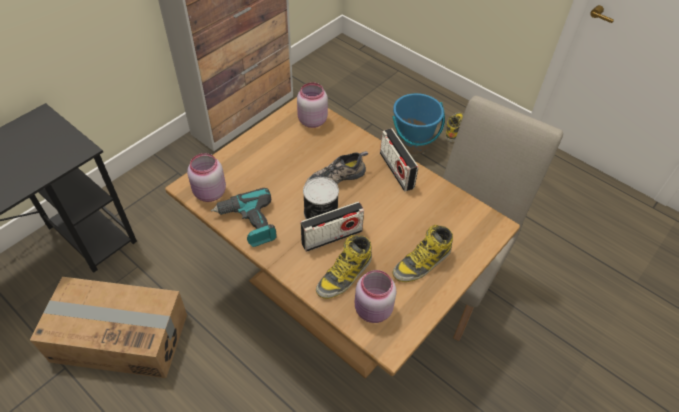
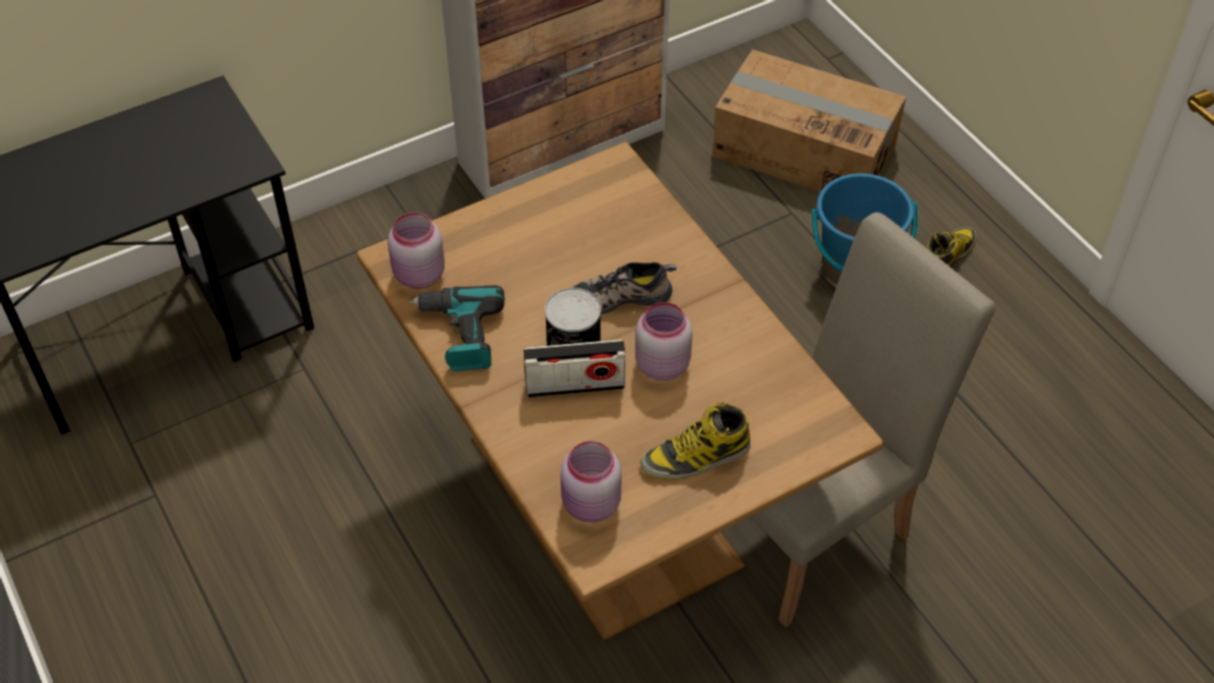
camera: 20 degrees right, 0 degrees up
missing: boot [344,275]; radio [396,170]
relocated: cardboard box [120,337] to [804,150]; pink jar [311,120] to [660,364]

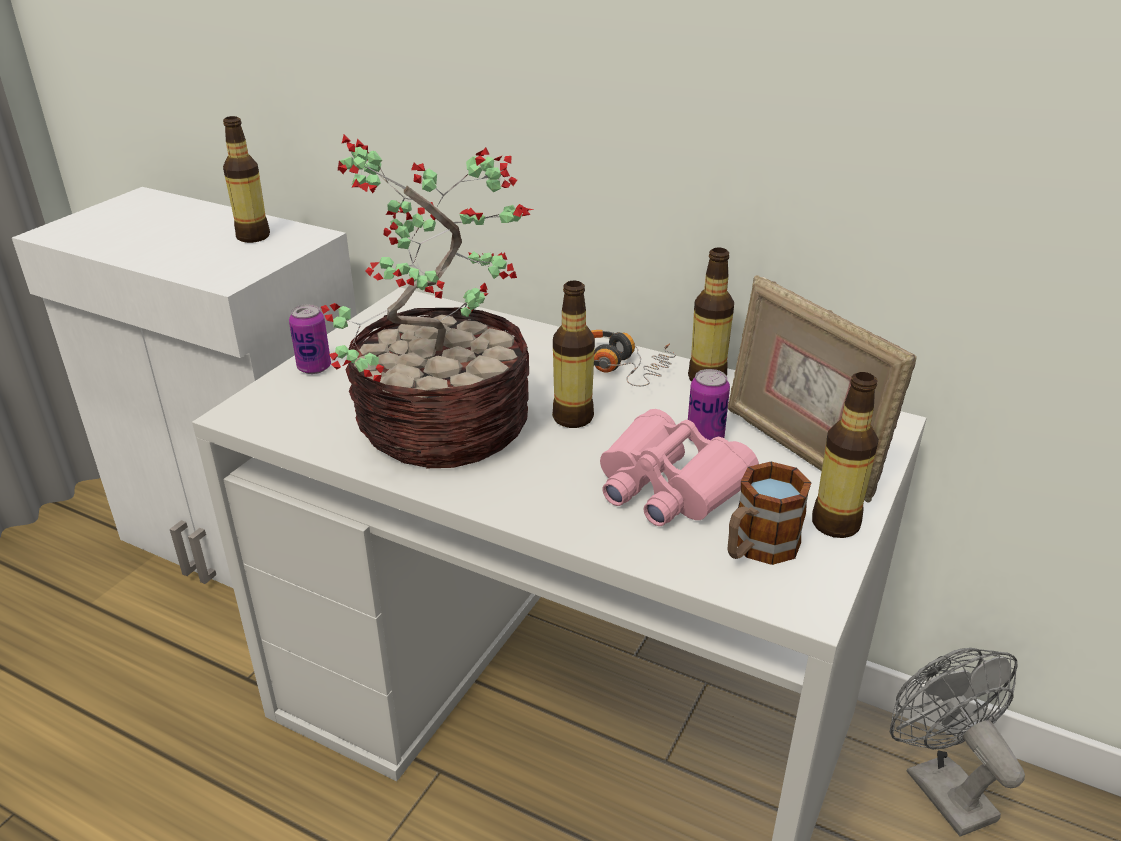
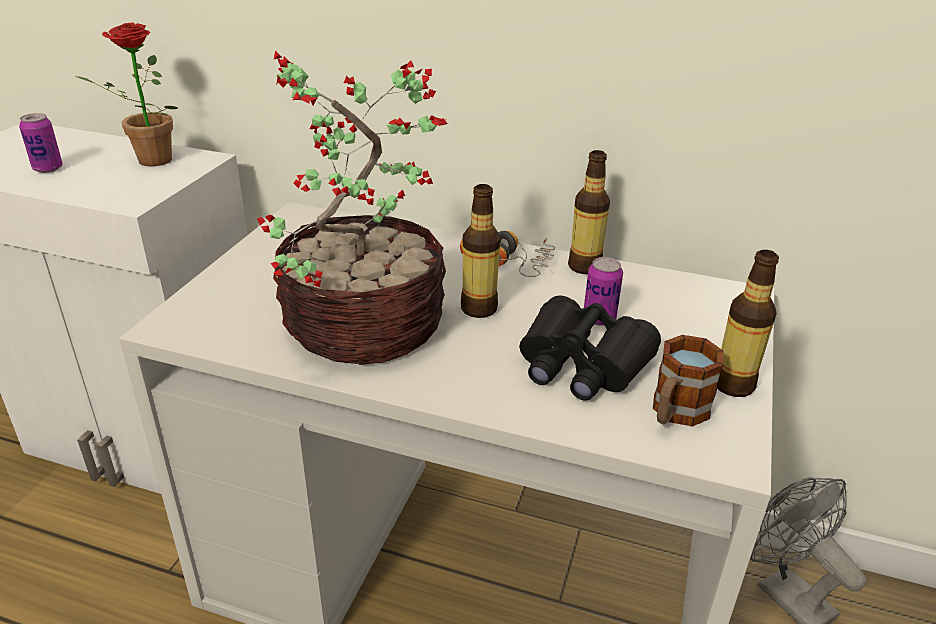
camera: 10 degrees left, 0 degrees up
missing: picture frame [800,450]
relocated: can [314,367] to [48,168]
exchanged: bottle [253,236] to potted plant [148,162]
colour: pink binoculars [668,486] to black binoculars [581,364]

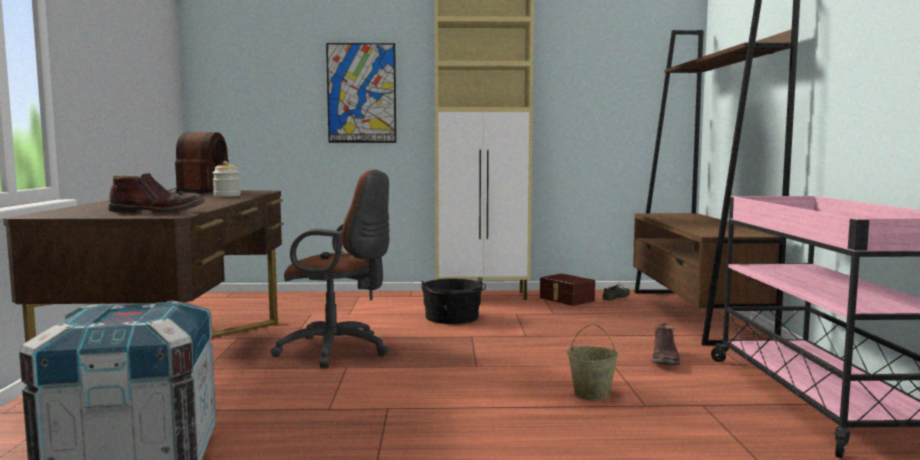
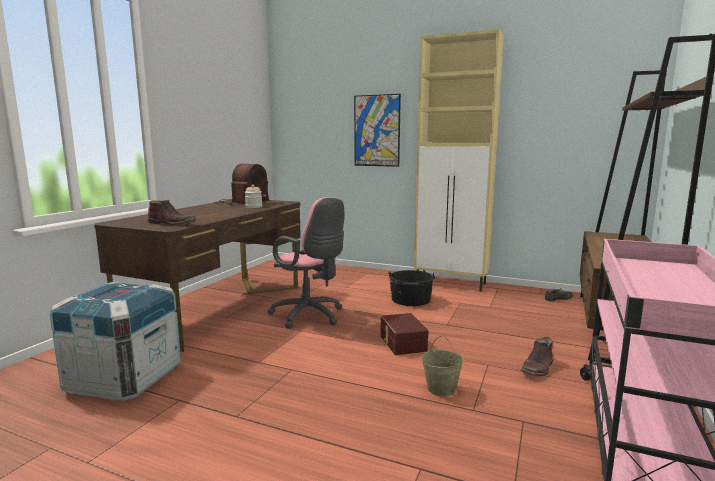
camera: 25 degrees right, 5 degrees up
relocated: brown storage box [566,299] to [402,343]
colour: brown office chair [338,351] to pink office chair [310,316]

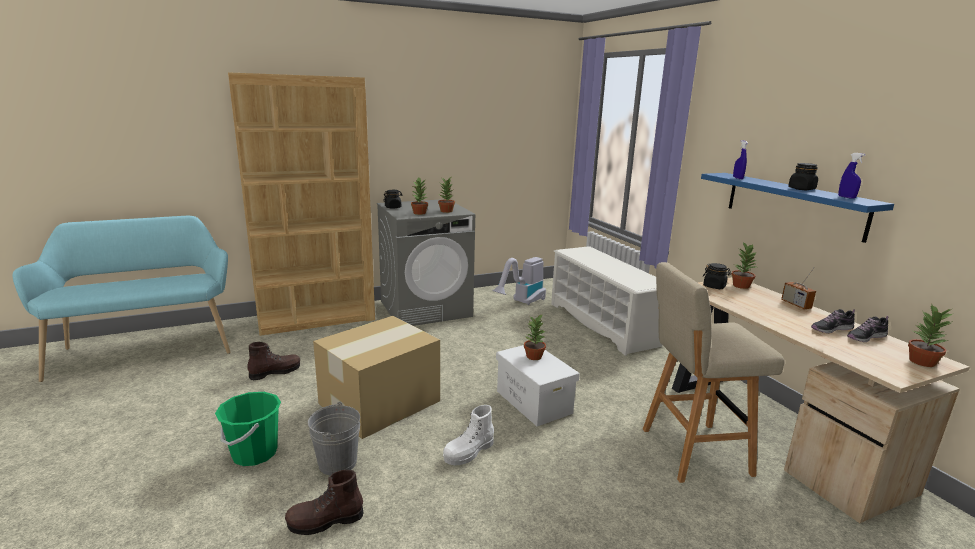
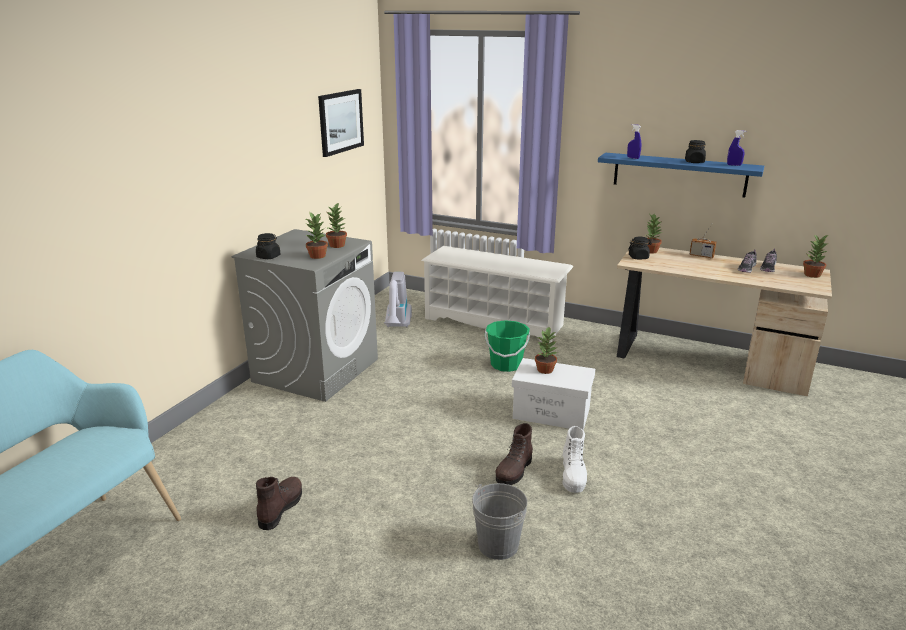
camera: 40 degrees left, 5 degrees up
missing: brown bookcase [316,318]; cardboard box [378,402]; beige stool [691,451]
appeared: picture [340,122]
relocated: green bucket [254,453] to [506,365]; brown boot [325,521] to [514,471]

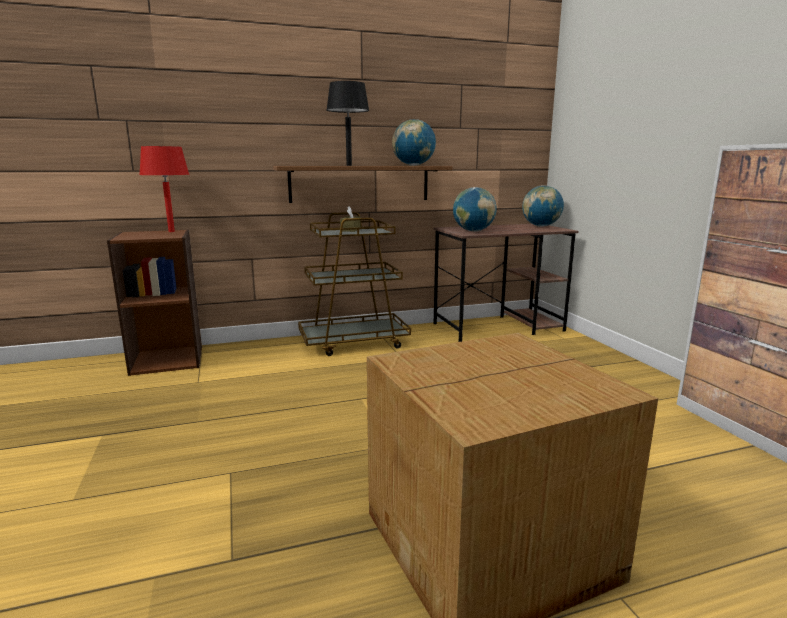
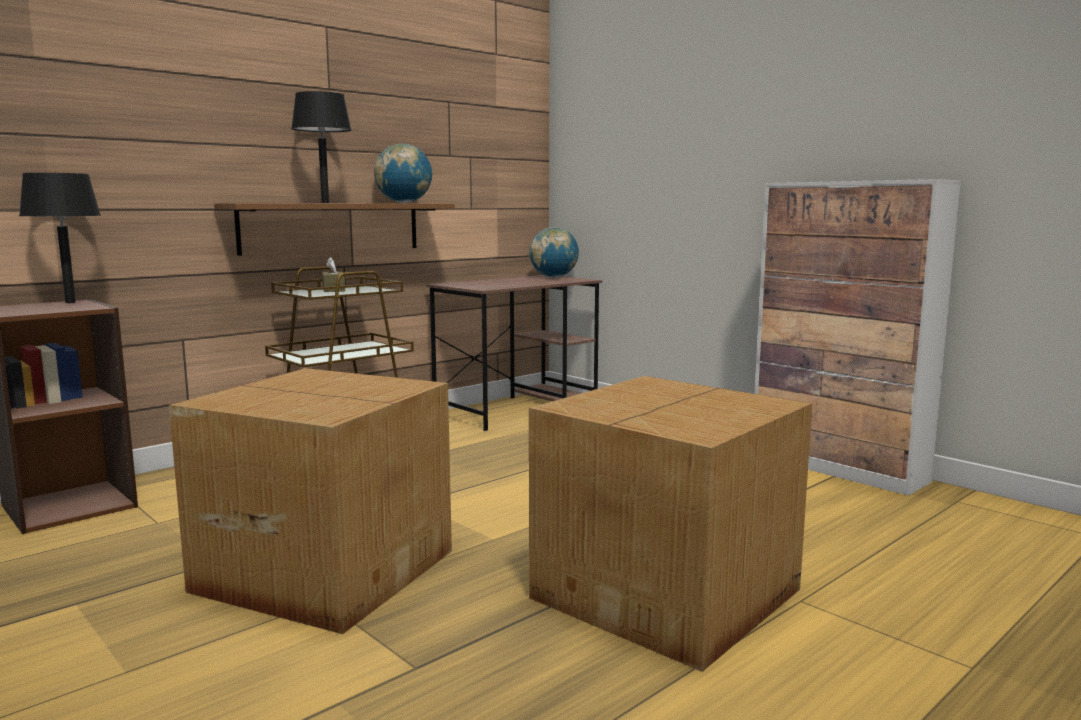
camera: 25 degrees left, 5 degrees down
missing: globe [473,231]
appeared: cardboard box [325,569]
colour: red table lamp [171,231] to black table lamp [70,302]

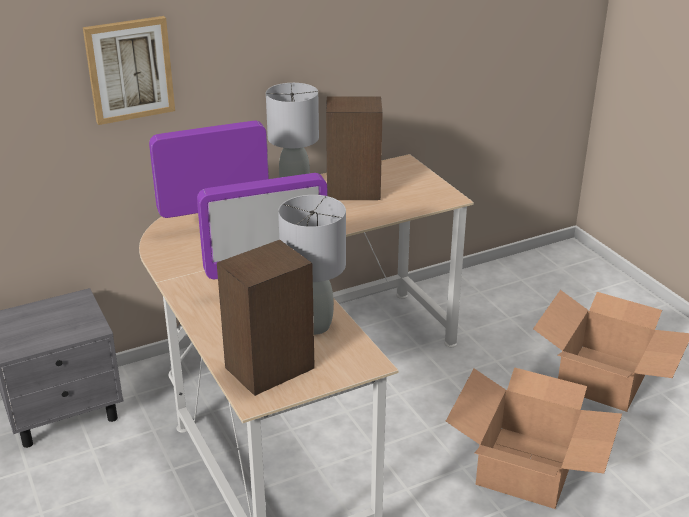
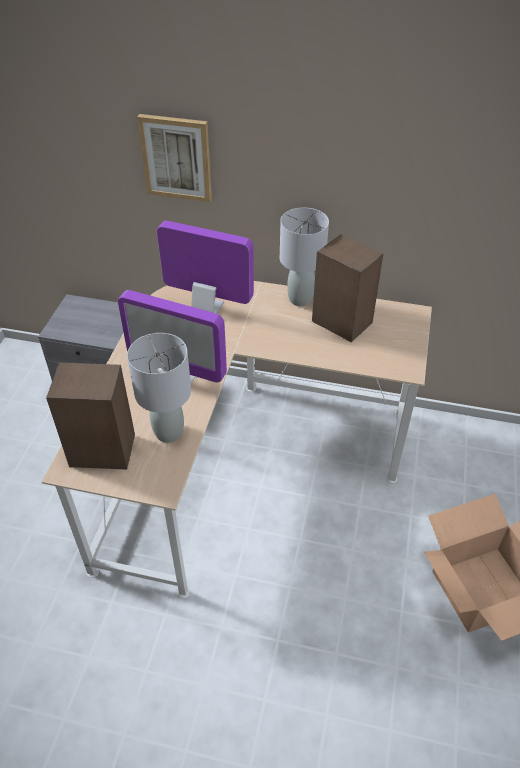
camera: 40 degrees right, 15 degrees up
missing: cardboard box [528,467]

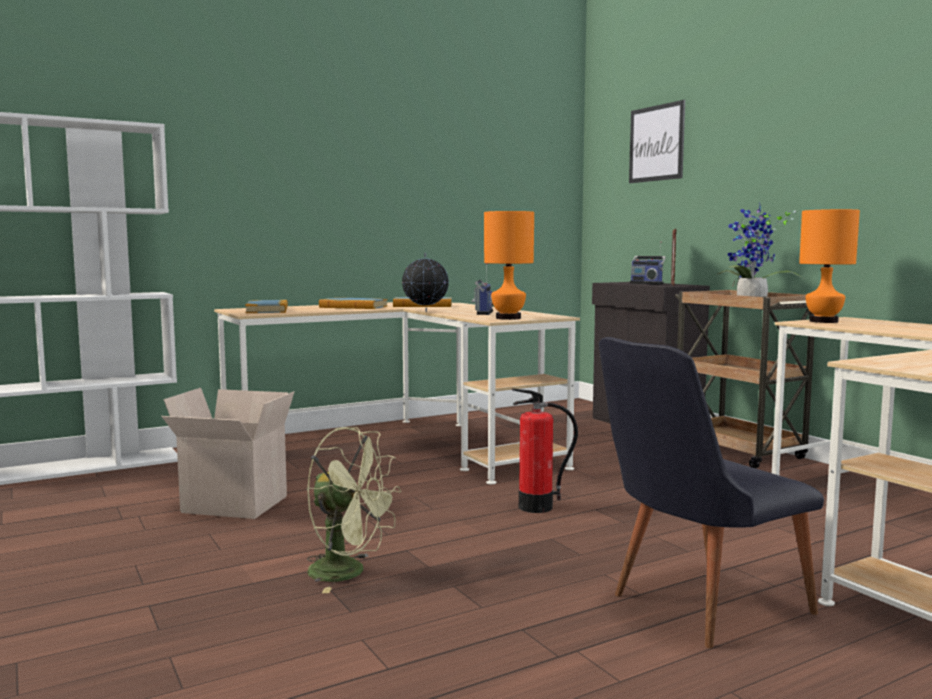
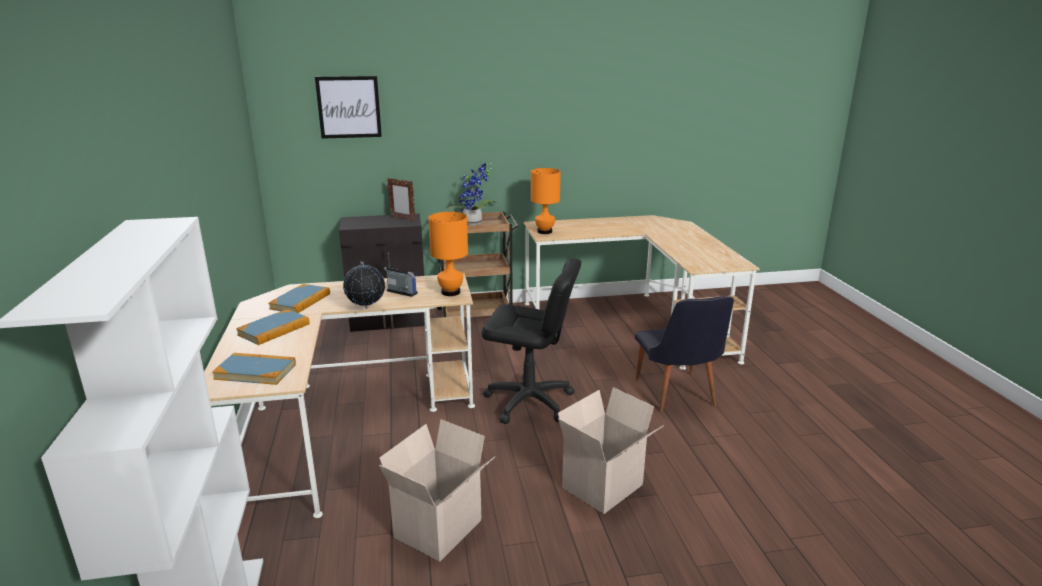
camera: 70 degrees left, 15 degrees up
missing: radio [647,283]
exchanged: green fan [348,573] to cardboard box [603,488]; fire extinguisher [536,507] to black office chair [529,402]

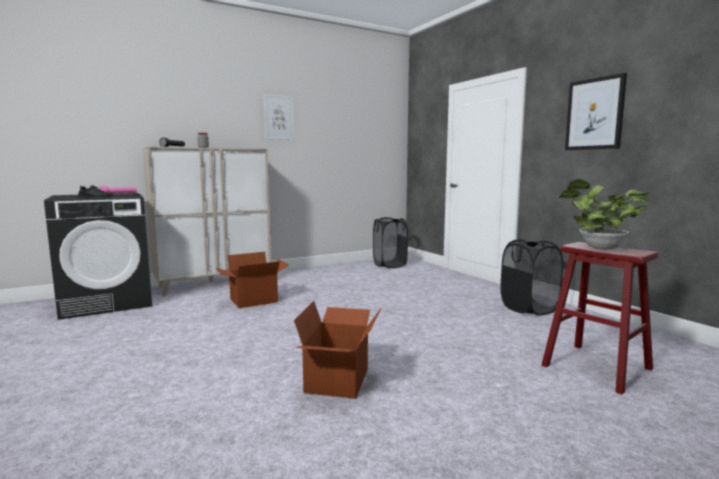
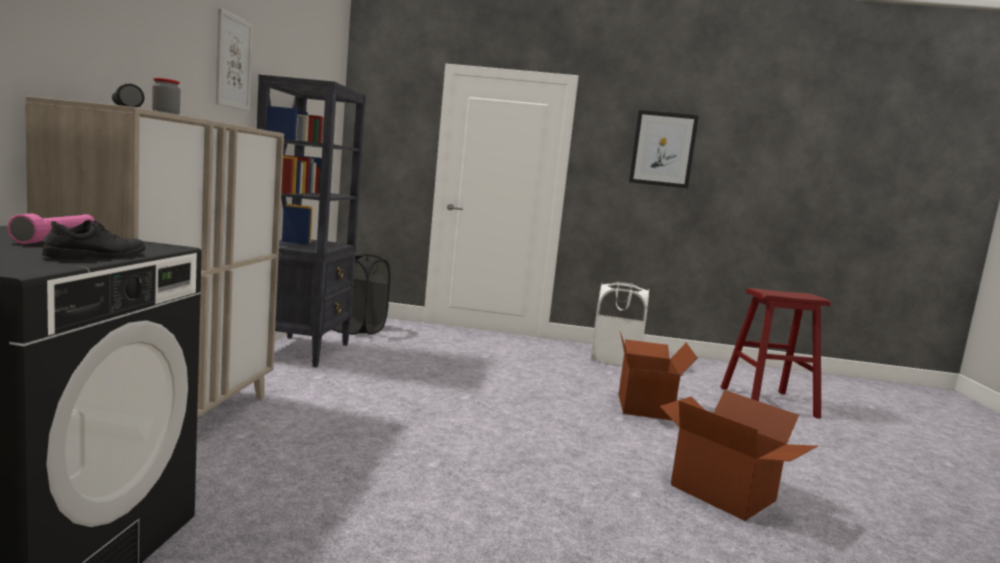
camera: 55 degrees left, 0 degrees up
missing: potted plant [598,247]
appeared: black bookcase [302,351]
relocated: cardboard box [254,301] to [646,407]
colour: black laundry basket [528,308] to white laundry basket [615,359]

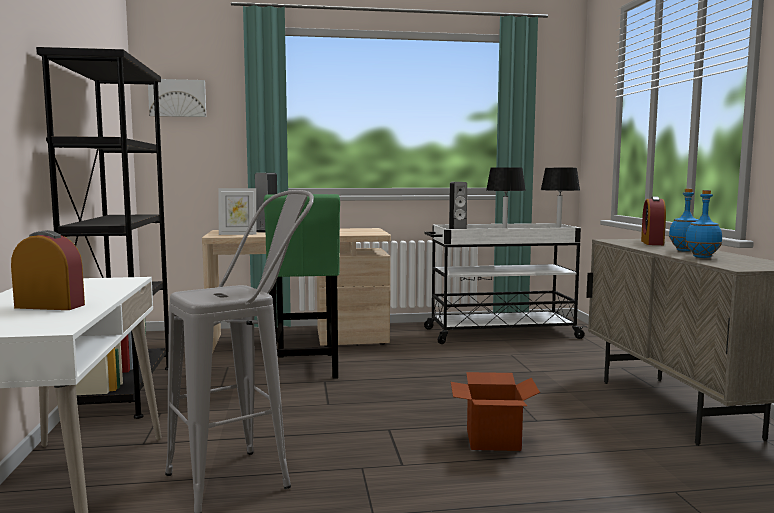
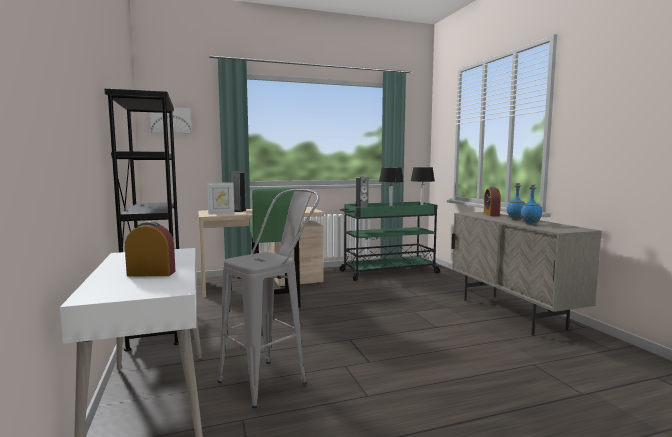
camera: 10 degrees left, 0 degrees up
missing: cardboard box [493,440]
colour: white cart [499,333] to green cart [388,272]

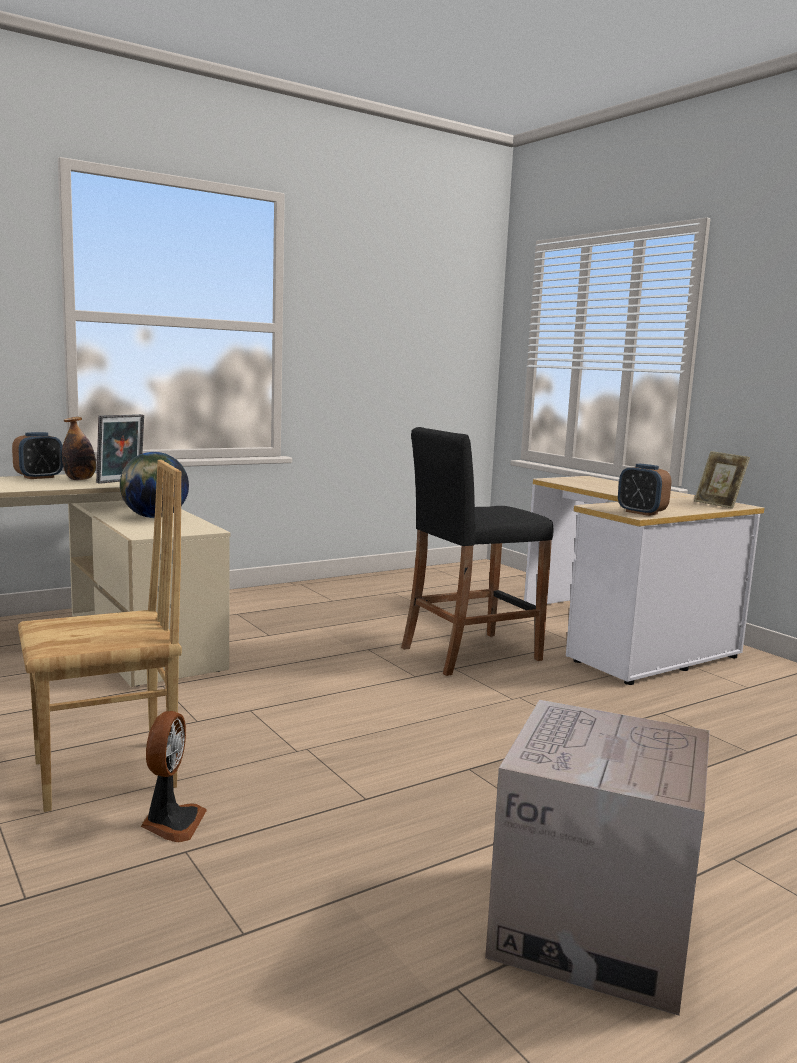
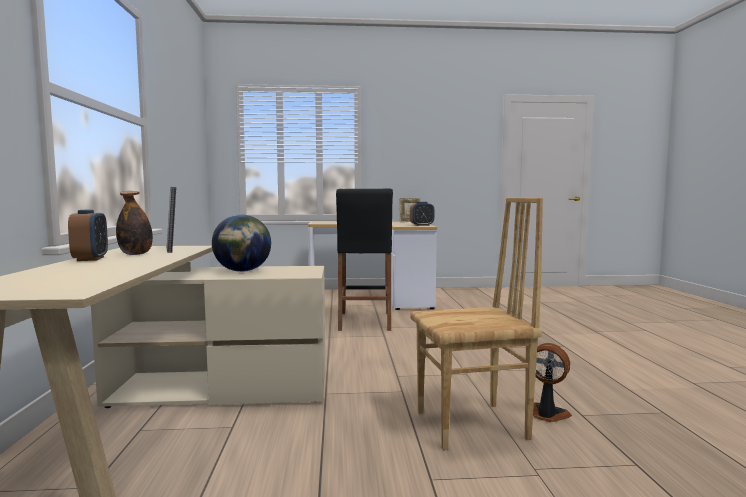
camera: 60 degrees left, 5 degrees down
missing: cardboard box [592,928]
spun: brown chair [106,775] = [473,426] 75 degrees clockwise

